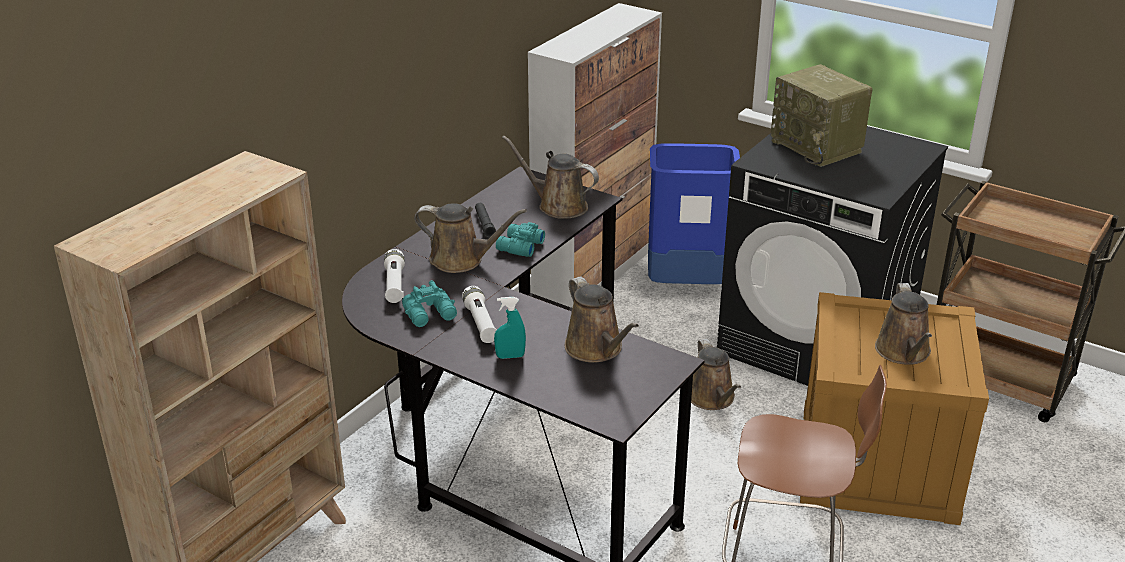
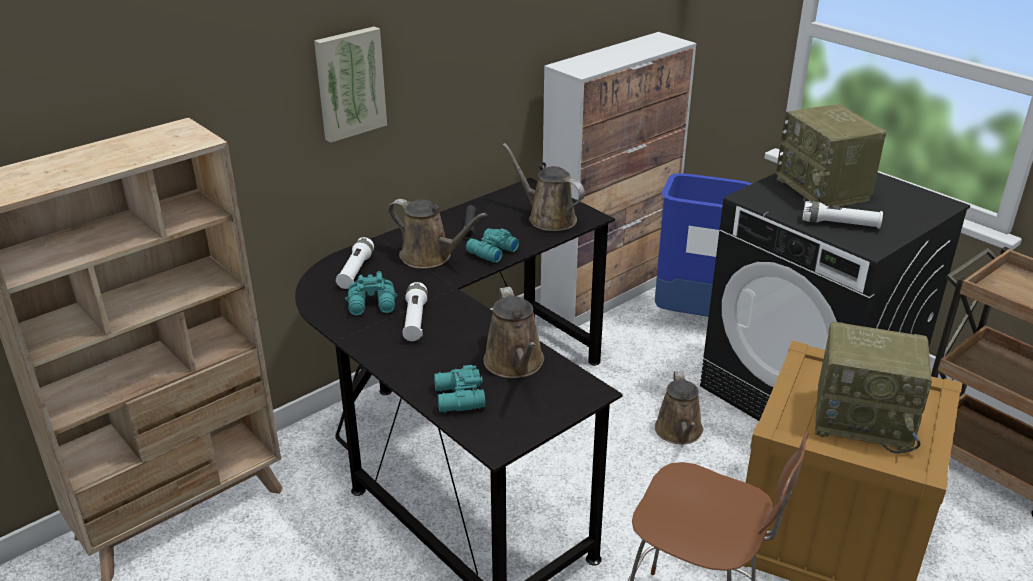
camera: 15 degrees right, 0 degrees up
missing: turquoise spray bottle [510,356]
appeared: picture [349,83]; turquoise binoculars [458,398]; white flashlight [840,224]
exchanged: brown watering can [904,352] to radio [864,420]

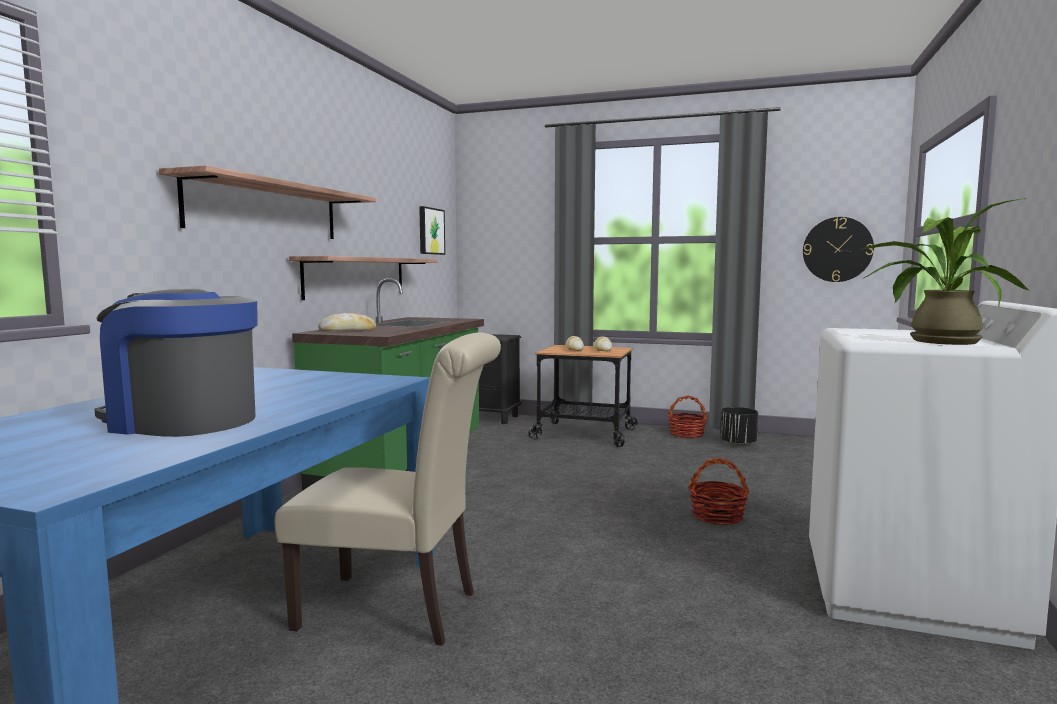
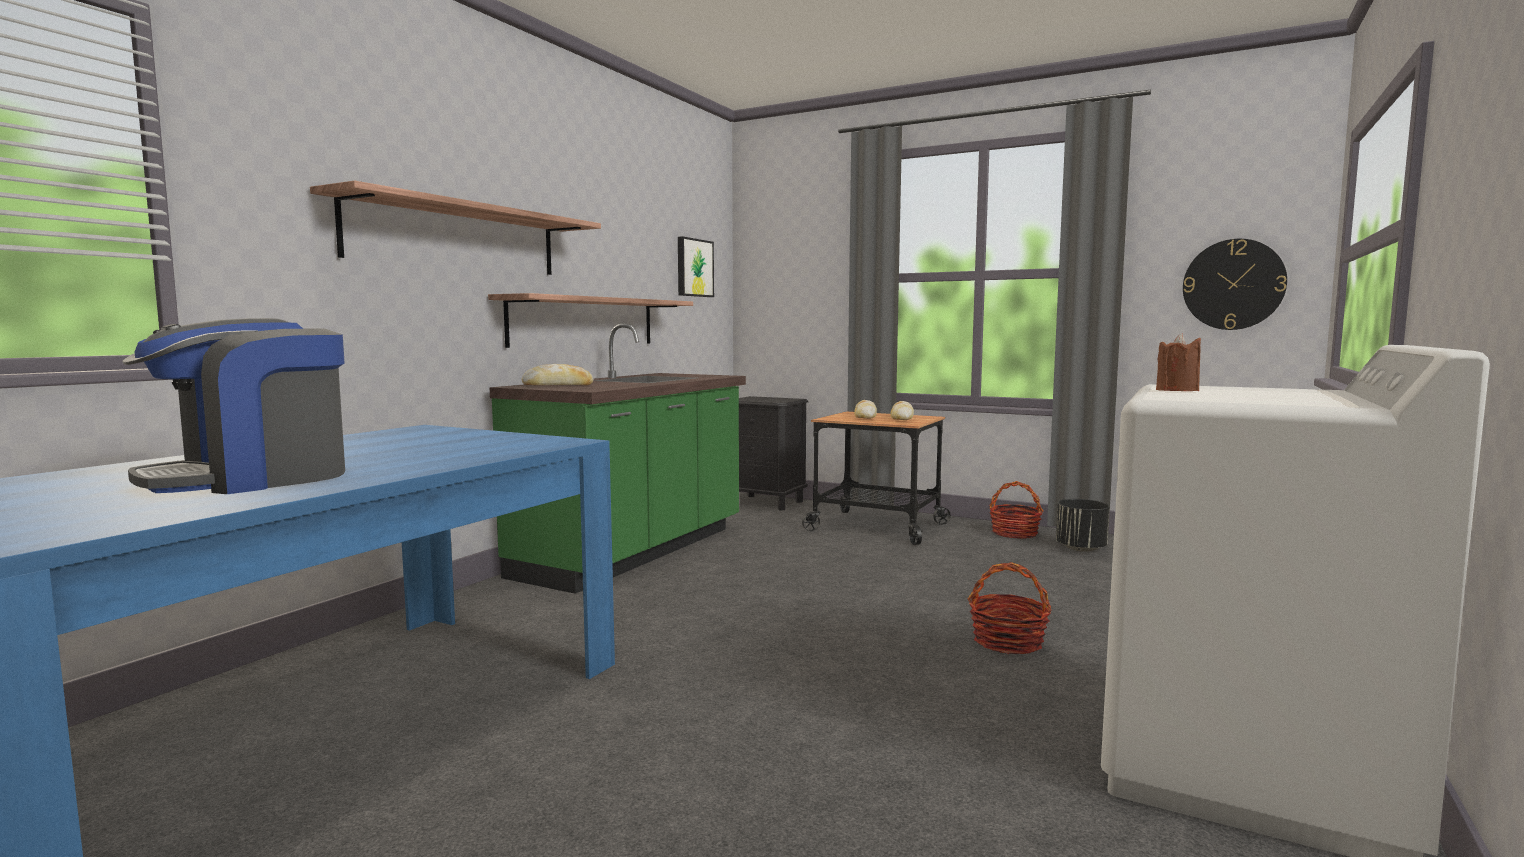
camera: 10 degrees right, 0 degrees up
missing: beige chair [399,610]; potted plant [935,341]
appeared: brown candle [1177,390]
spun: coffee machine [182,421] = [252,479] 75 degrees counterclockwise

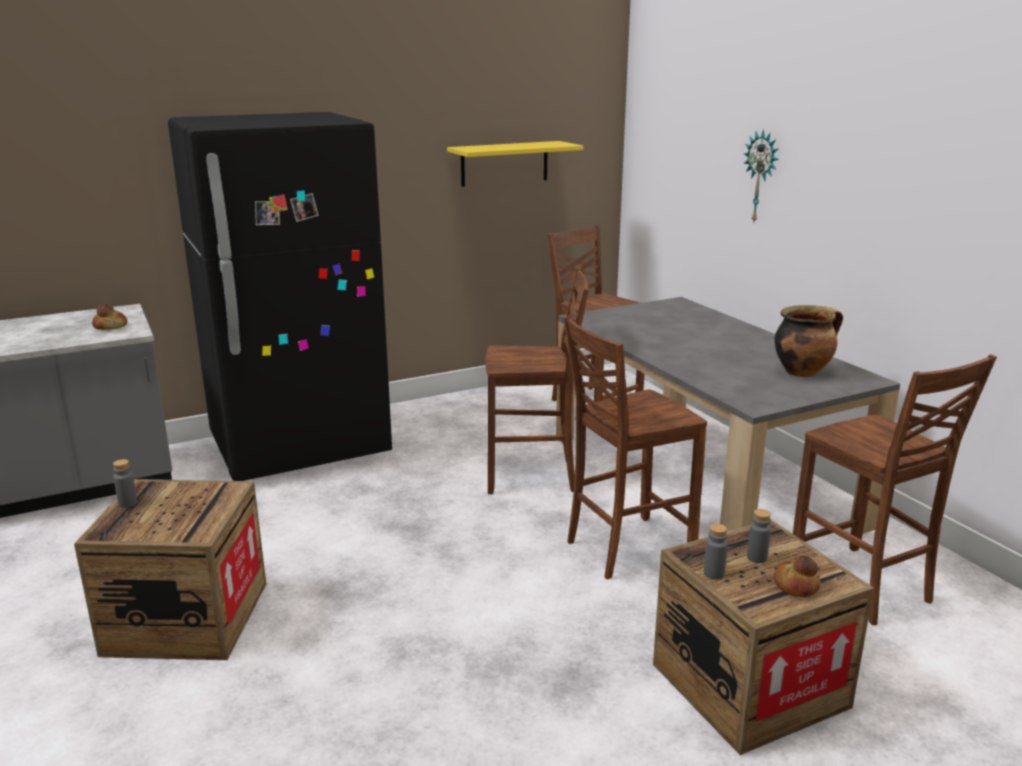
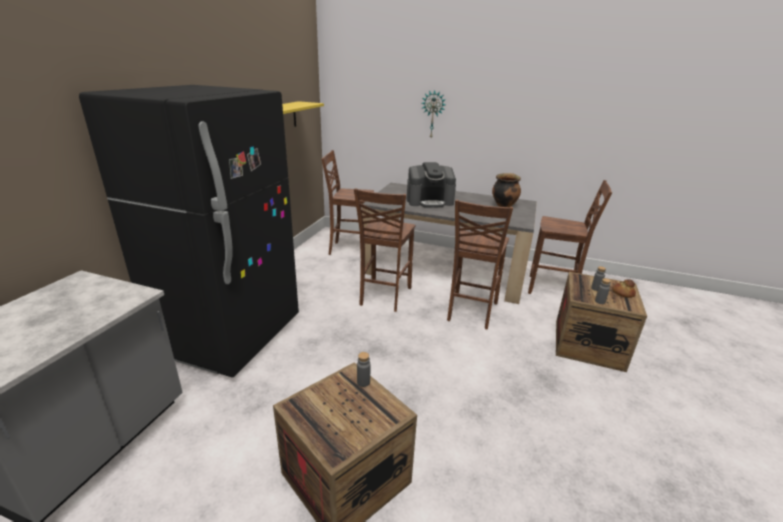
camera: 45 degrees left, 5 degrees up
missing: bread [111,326]
appeared: coffee machine [430,201]
relocated: grey bottle [128,503] to [363,382]
spun: brown chair [533,477] = [384,296] 150 degrees clockwise

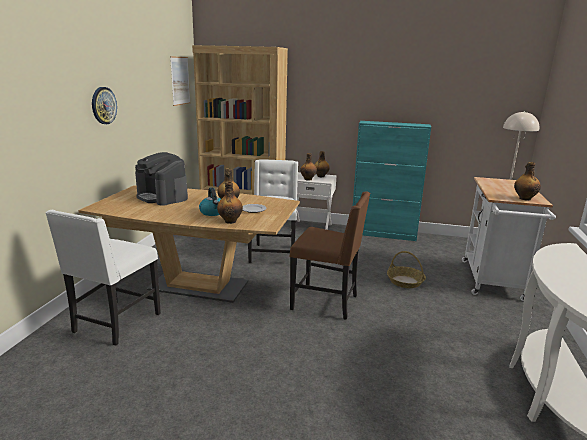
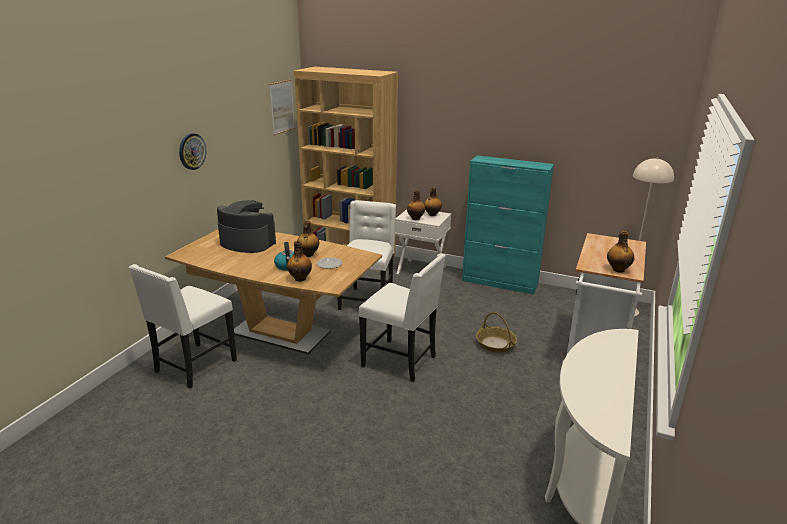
camera: 10 degrees right, 5 degrees up
colour: brown chair [326,302] to white chair [401,361]
spun: coffee machine [162,197] = [247,243] 150 degrees clockwise

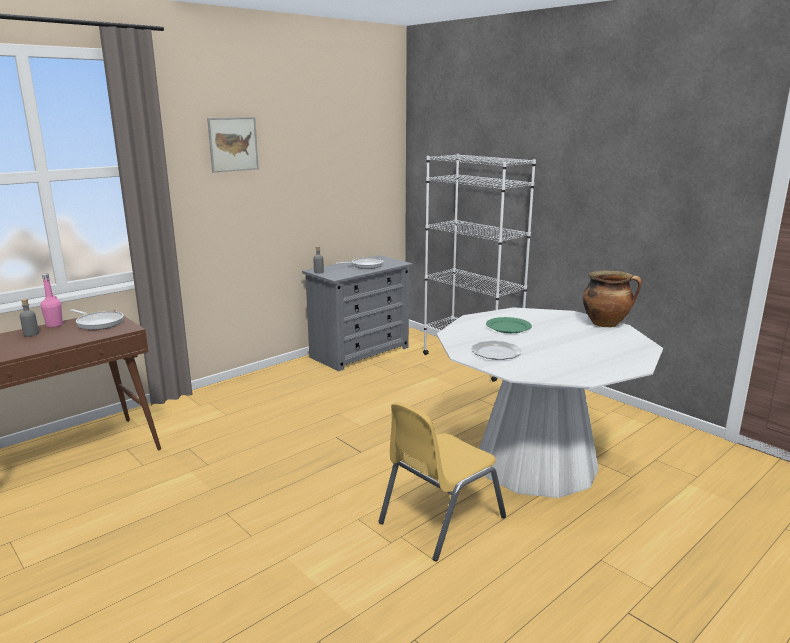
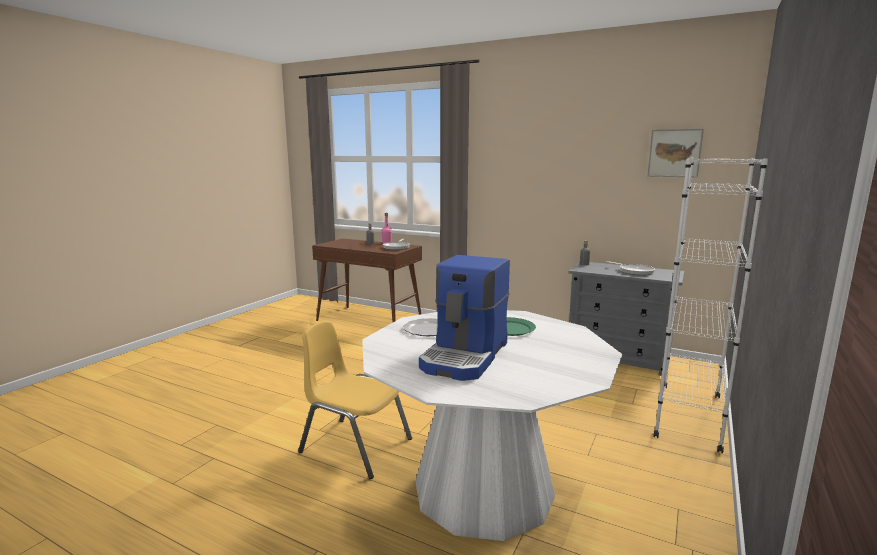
camera: 70 degrees right, 5 degrees down
missing: cooking pot [606,324]
appeared: coffee machine [466,356]
relocated: picture [233,144] to [674,153]

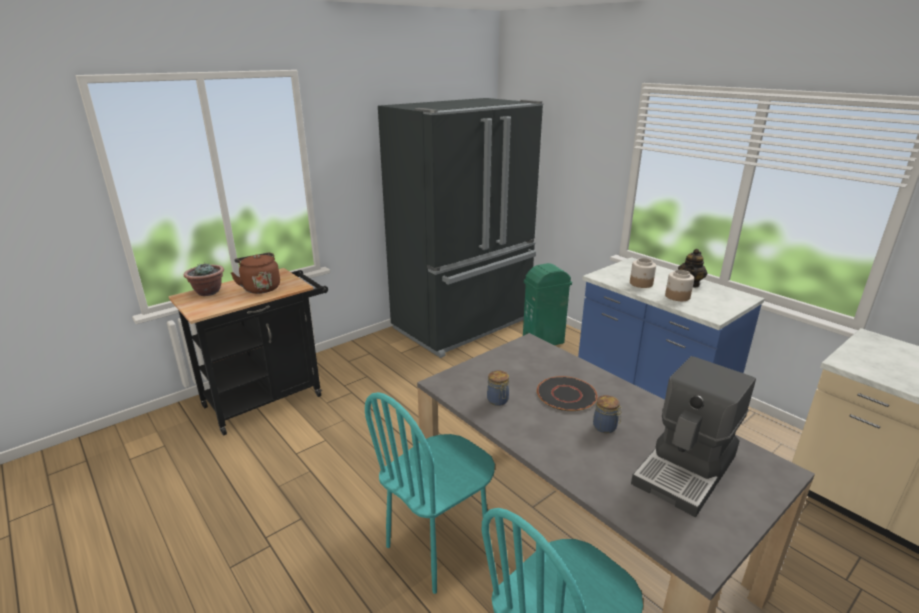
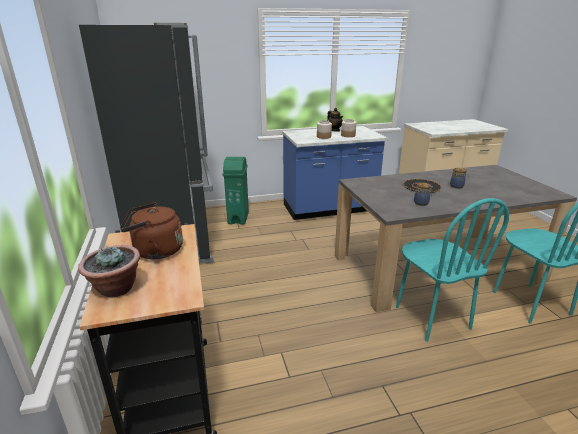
camera: 65 degrees left, 0 degrees up
missing: coffee machine [686,470]

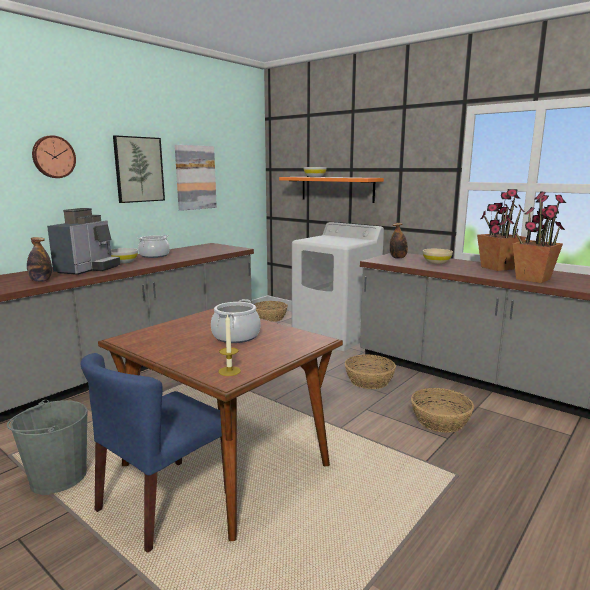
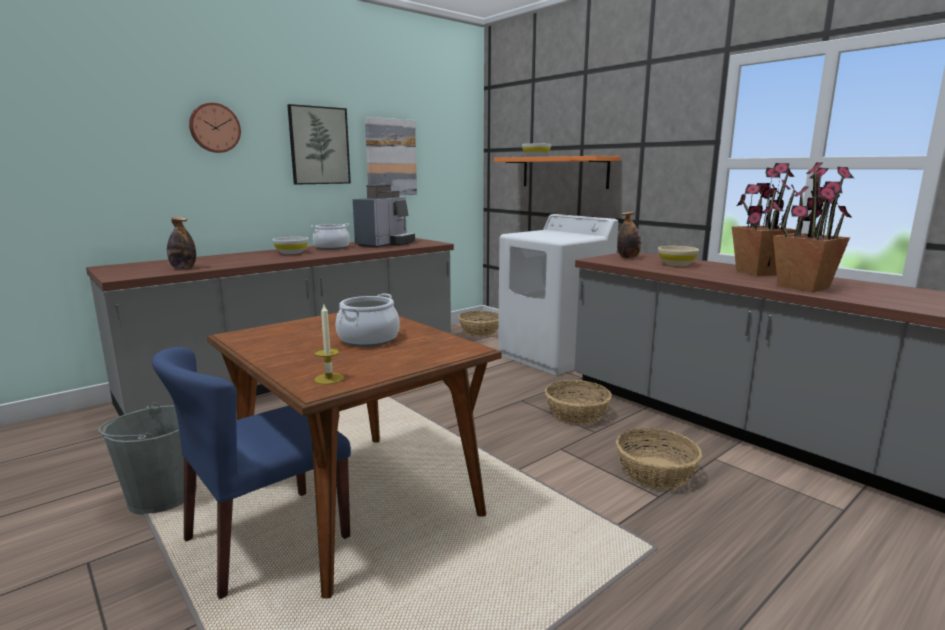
camera: 10 degrees right, 0 degrees up
relocated: coffee machine [88,269] to [385,244]

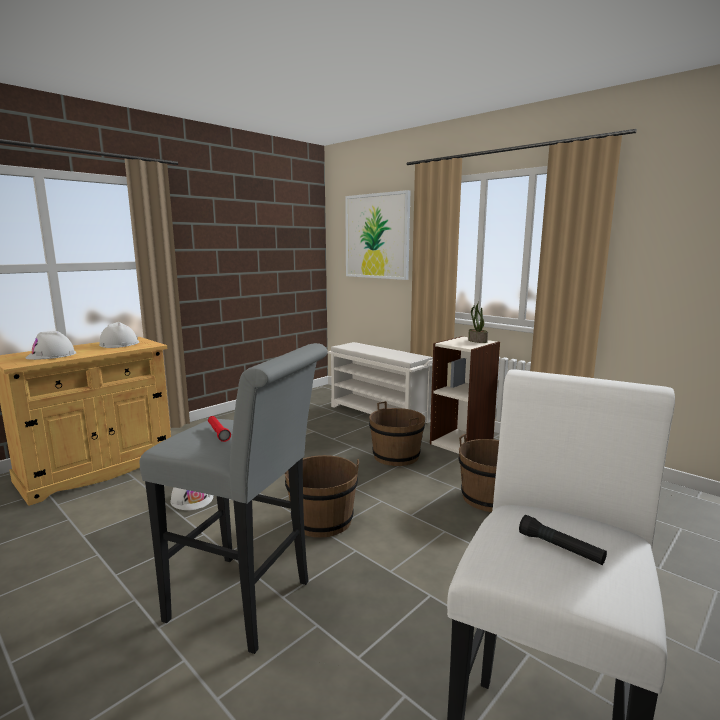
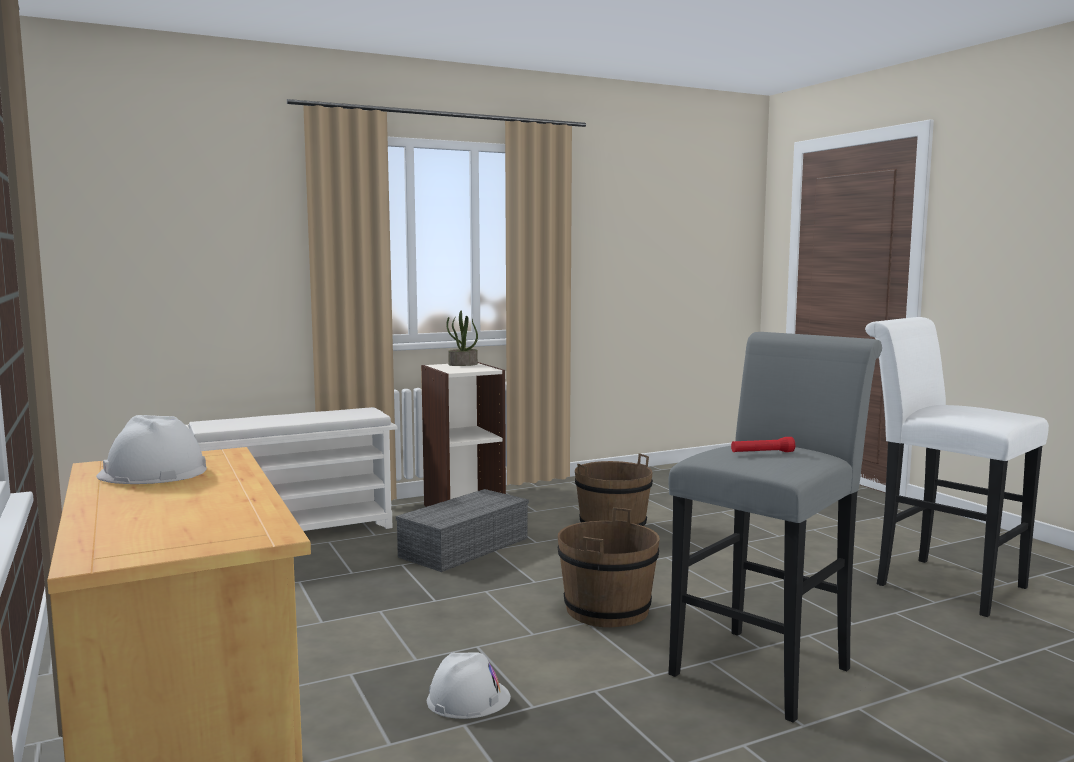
camera: 70 degrees left, 5 degrees down
missing: white hard hat [51,355]; picture [377,236]; black flashlight [560,548]
exchanged: brown bucket [396,456] to grey storage box [465,546]

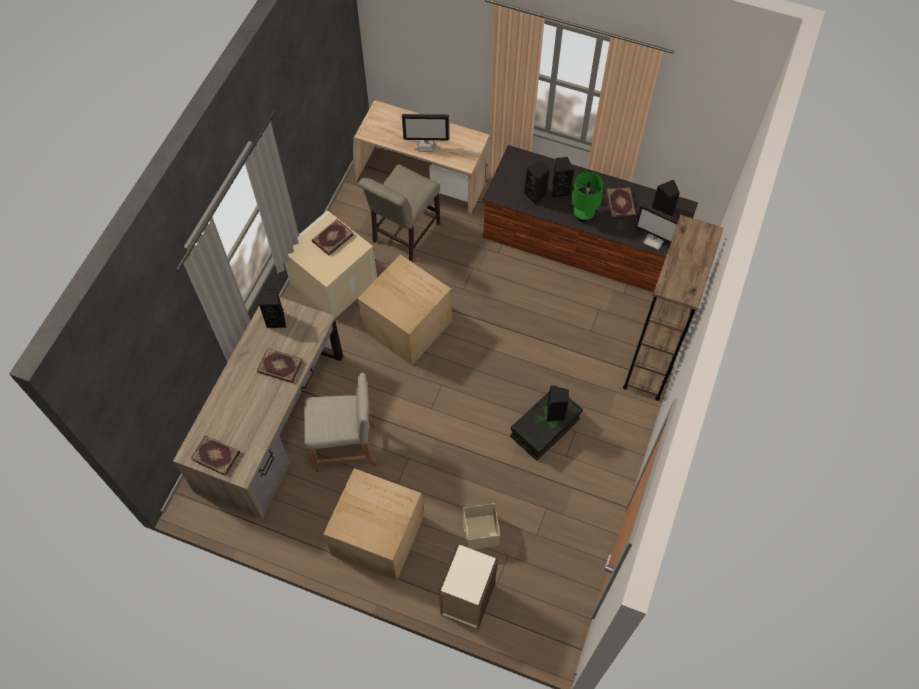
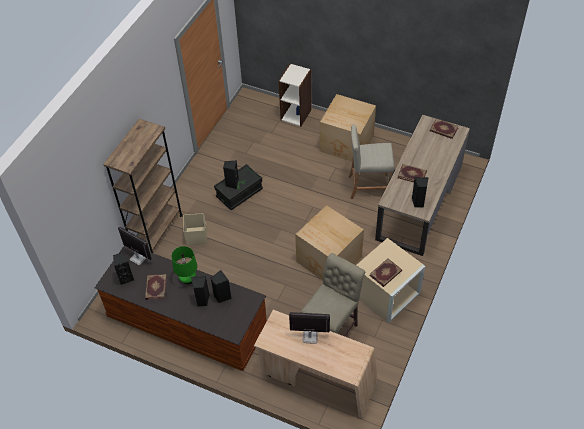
camera: 175 degrees left, 10 degrees down
relocated: beige storage box [480,533] to [196,235]

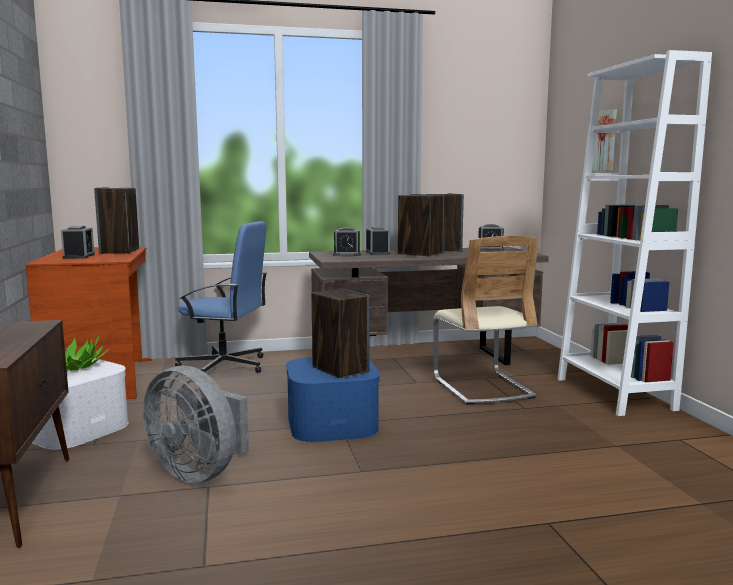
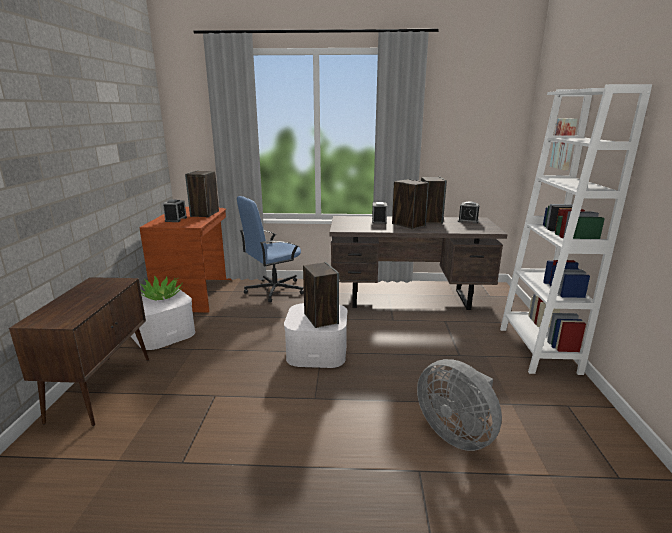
camera: 15 degrees right, 10 degrees up
missing: alarm clock [347,254]; beige chair [482,387]
relocated: grey fan [199,472] to [456,433]
colour: blue storage box [332,423] to white storage box [317,351]
spun: blue office chair [224,366] = [274,290] 120 degrees clockwise

